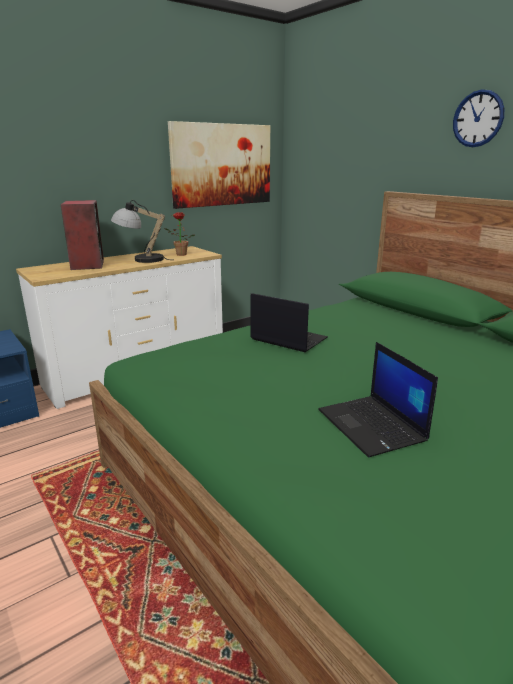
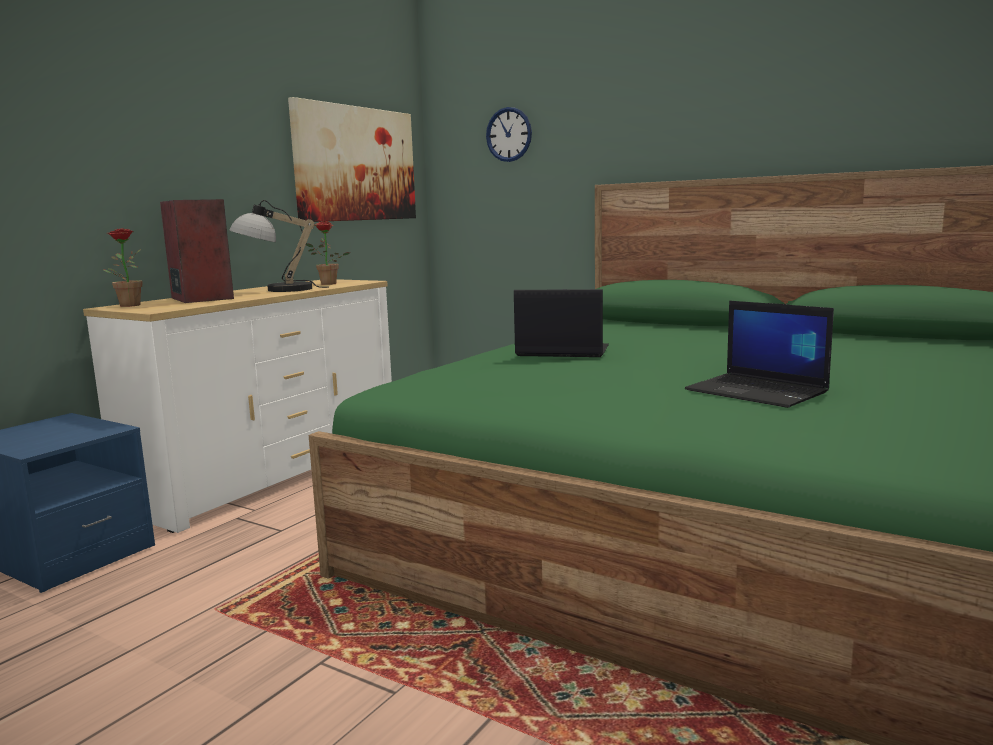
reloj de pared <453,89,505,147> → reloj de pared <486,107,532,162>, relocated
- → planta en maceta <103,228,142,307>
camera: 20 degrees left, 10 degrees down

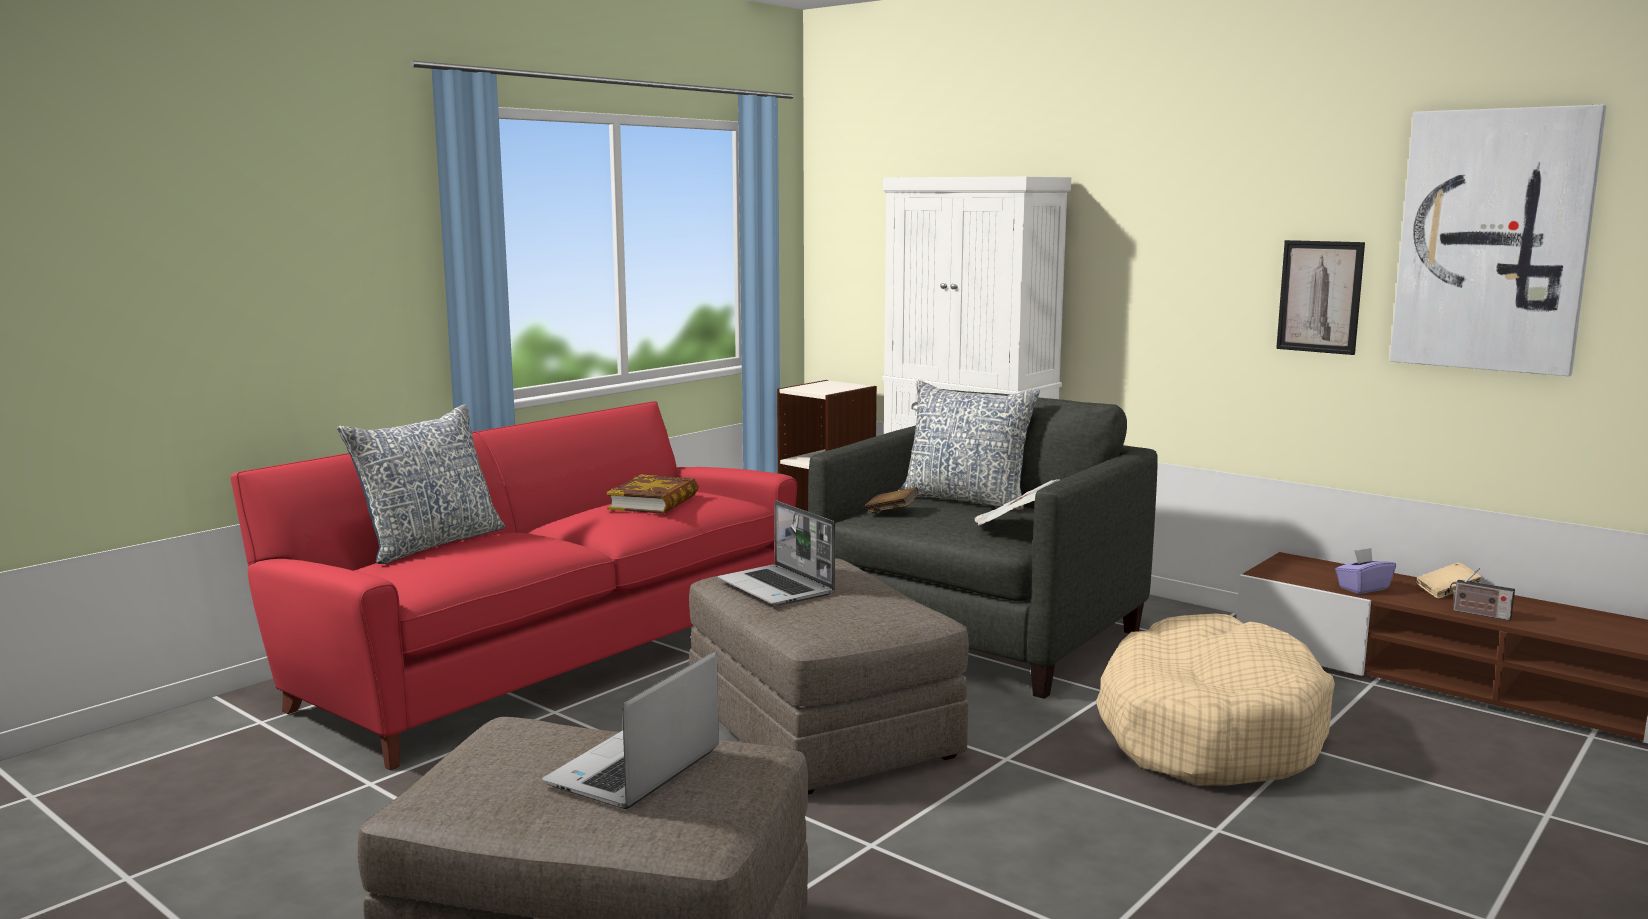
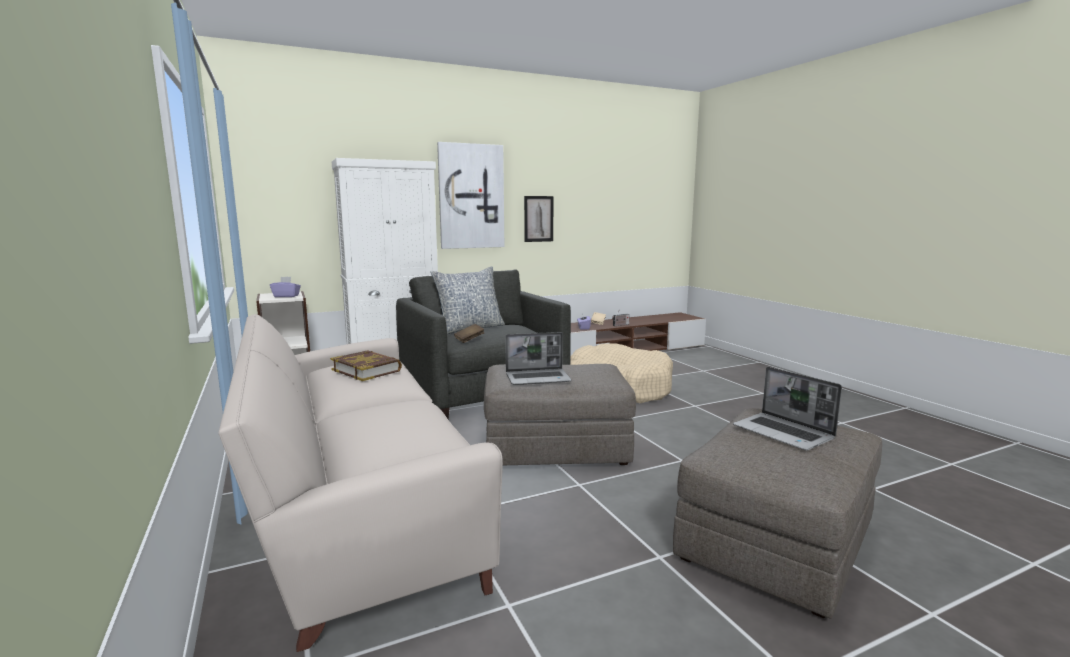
cuadro <1389,104,1606,376> → cuadro <437,142,504,249>, relocated
sofá (rojo) <230,401,797,770> → sofá (beis) <219,314,503,652>
cojín <337,404,505,564> → -
periódico <974,479,1059,525> → -
- → caja de pañuelos (morado) <270,277,301,297>
camera: 65 degrees left, 0 degrees up

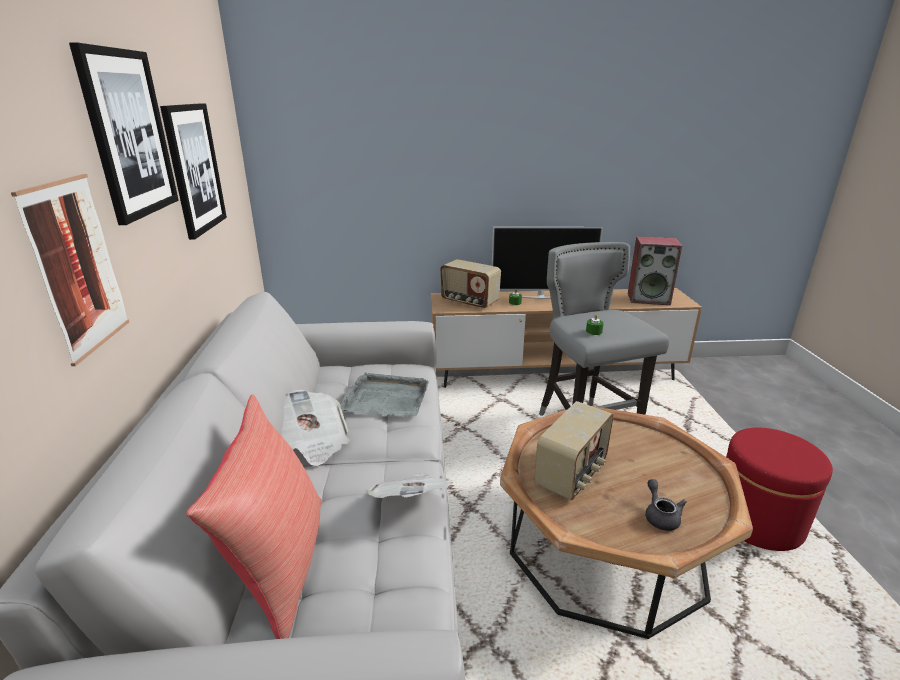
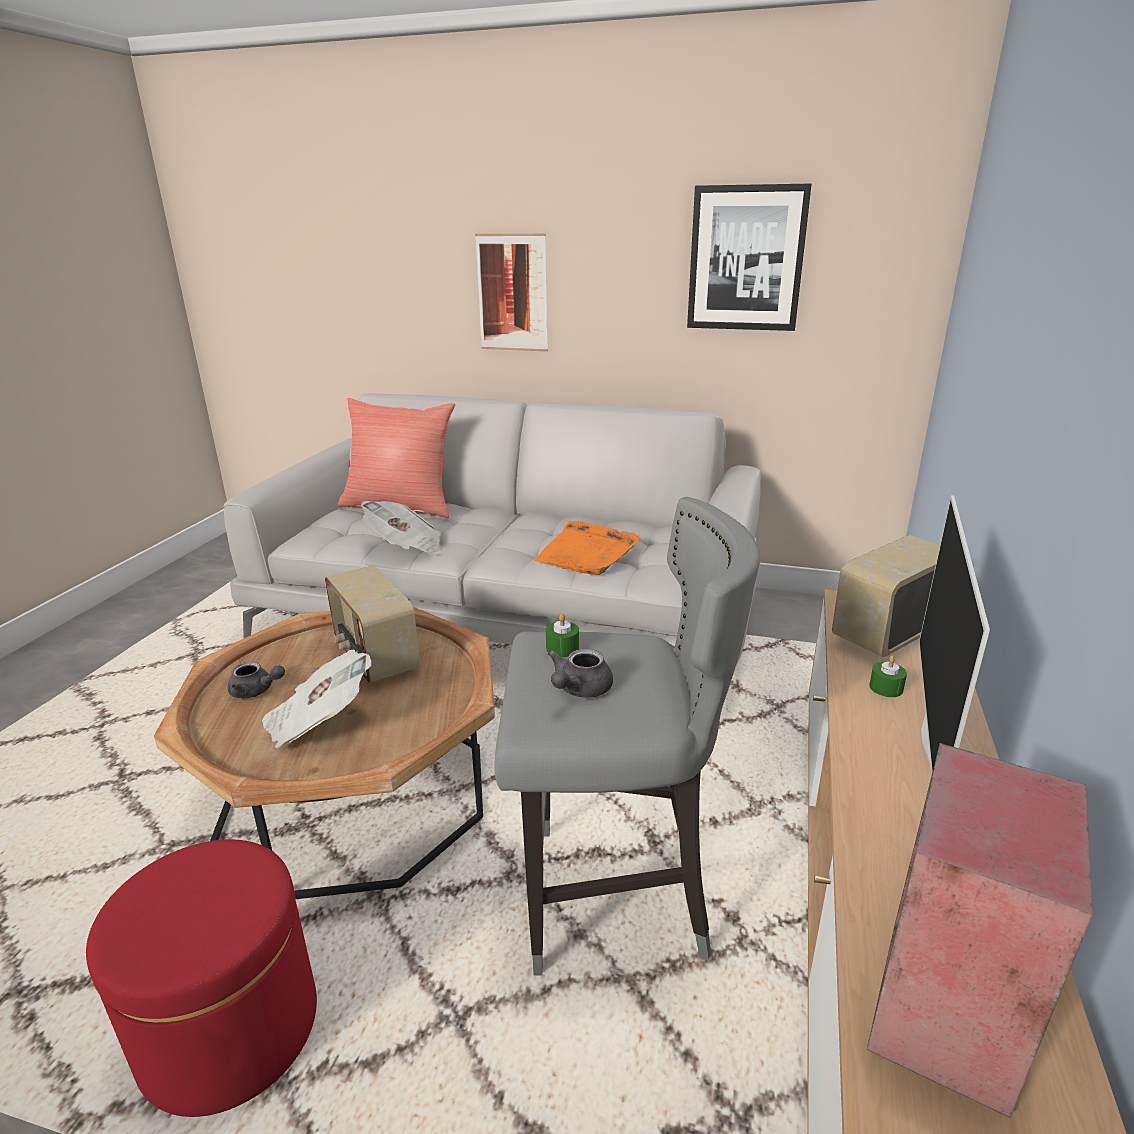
cuadro <69,43,179,225> → -
bandeja (gris) <340,372,429,417> → bandeja (naranja) <534,521,641,575>
periódico <281,389,350,466> → periódico <262,649,372,748>, relocated
- → tetera (gris) <548,649,613,698>
camera: 110 degrees right, 0 degrees up

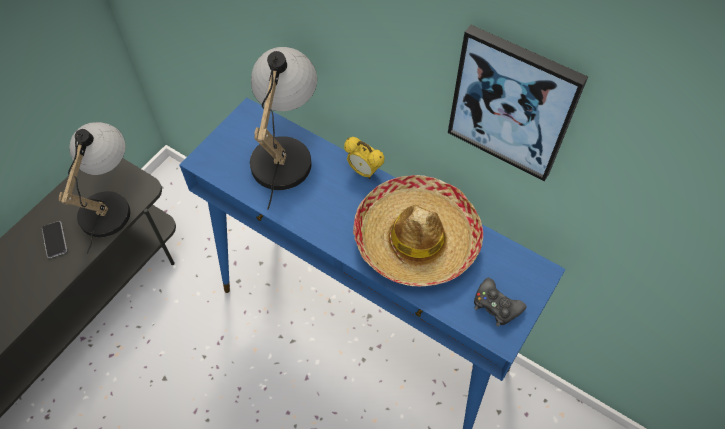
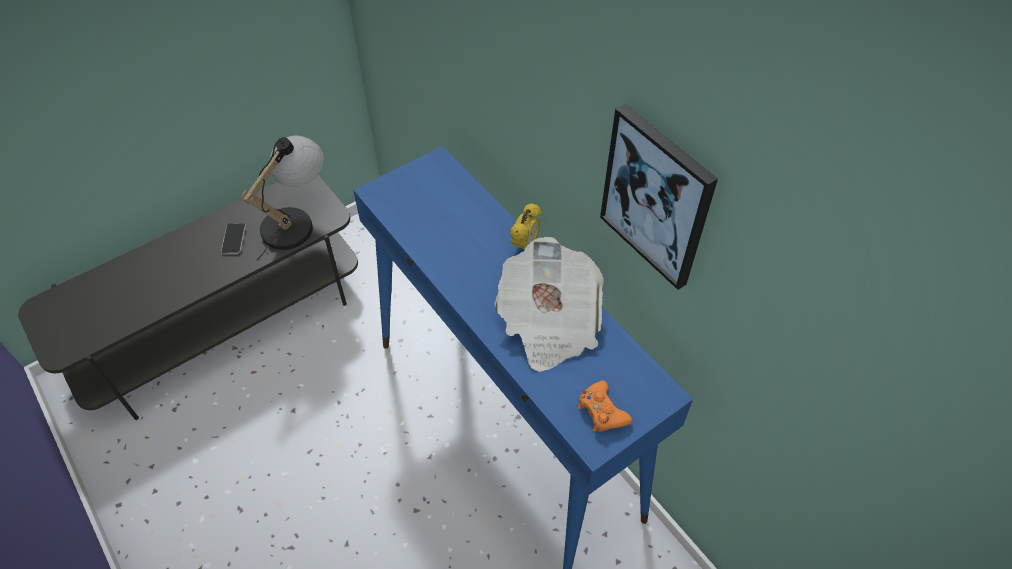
lámpara de mesa <250,47,317,210> → -
despertador <344,137,385,179> → despertador <510,203,541,250>, 120 degrees counterclockwise
sombrero <353,175,483,286> → periódico <494,237,604,372>
mando de consola (negro) <474,278,526,327> → mando de consola (naranja) <577,380,632,432>
camera: 20 degrees right, 5 degrees down

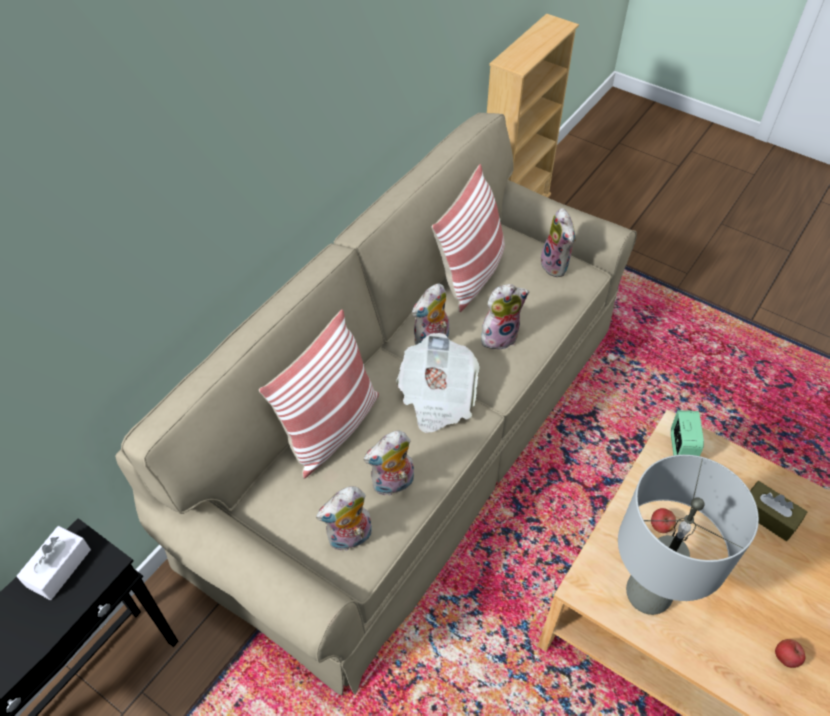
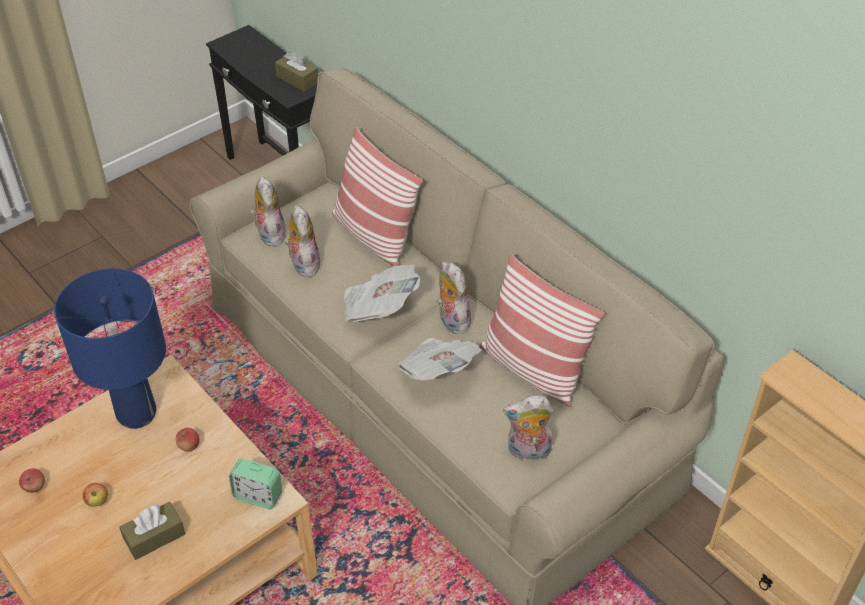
peluche <481,284,529,351> → periódico <396,338,482,380>
lámpara de mesa (gris) <618,455,759,615> → lámpara de mesa (azul) <54,268,166,429>
caja de pañuelos (blanco) <17,526,91,600> → caja de pañuelos (marrón) <275,51,318,92>
- → manzana <83,483,108,507>
camera: 105 degrees right, 5 degrees down

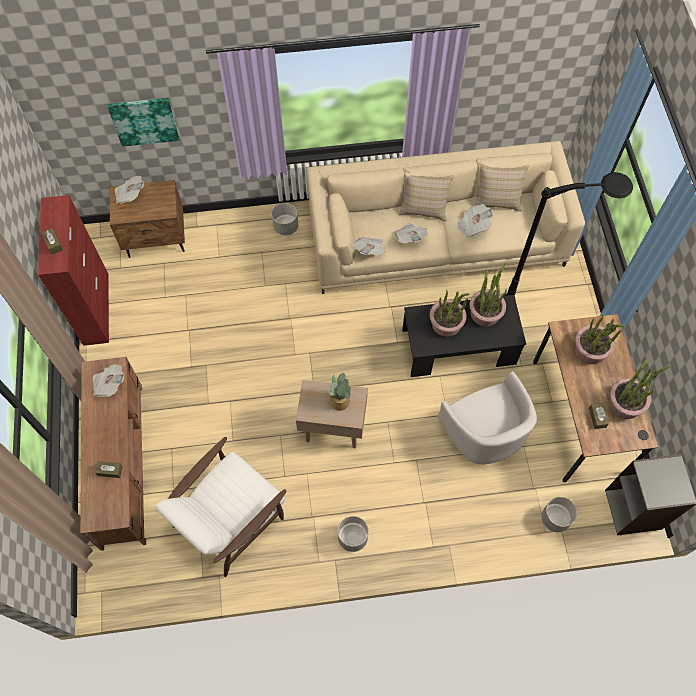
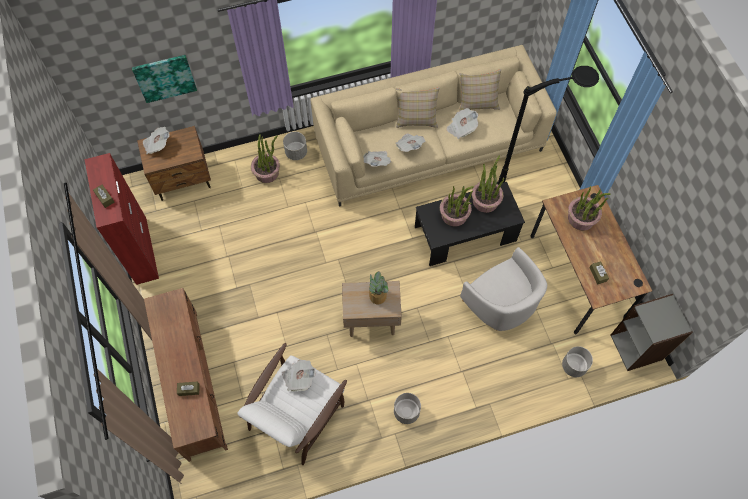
planta en maceta <609,359,672,419> → planta en maceta <251,134,280,183>, relocated
periódico <93,364,124,397> → periódico <282,360,316,392>, relocated
camera: 10 degrees left, 0 degrees up

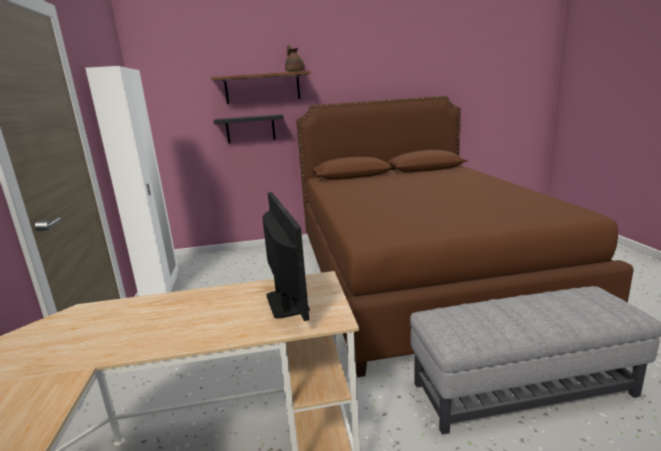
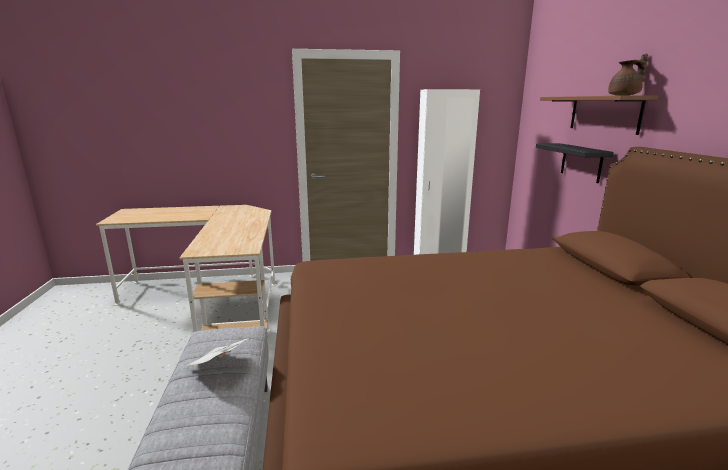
monitor <262,192,310,321> → -
- → periódico <187,338,249,366>
camera: 90 degrees right, 0 degrees up

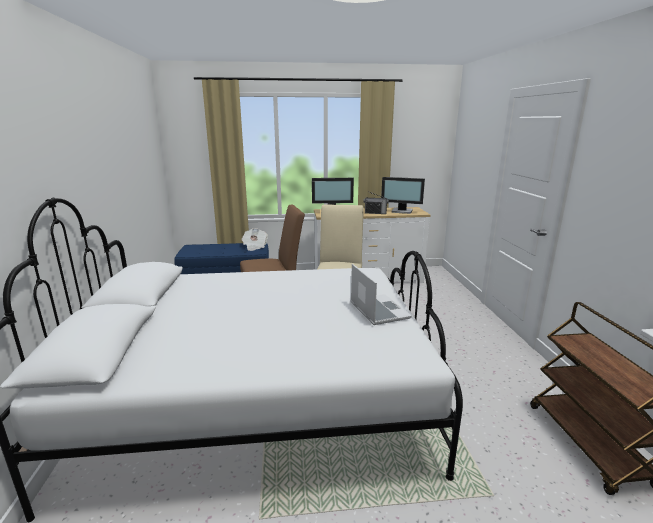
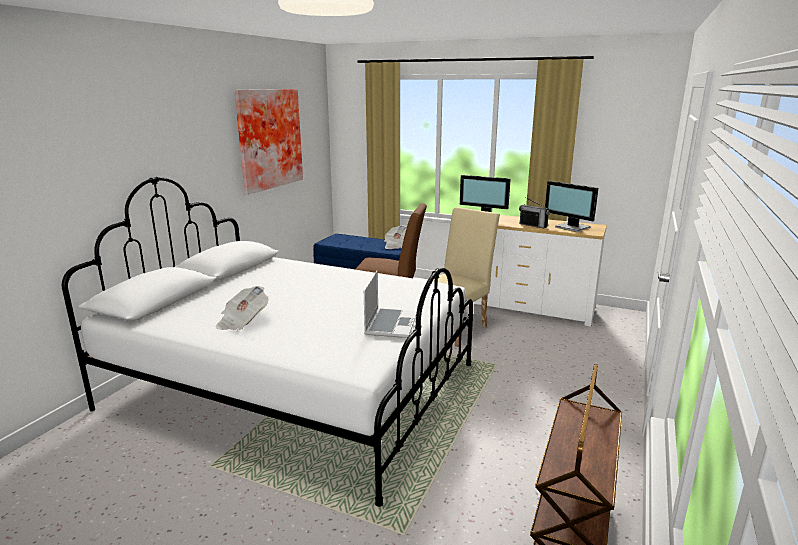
- → cuadro <235,89,303,195>
- → periódico <216,286,269,330>
camera: 30 degrees right, 0 degrees up

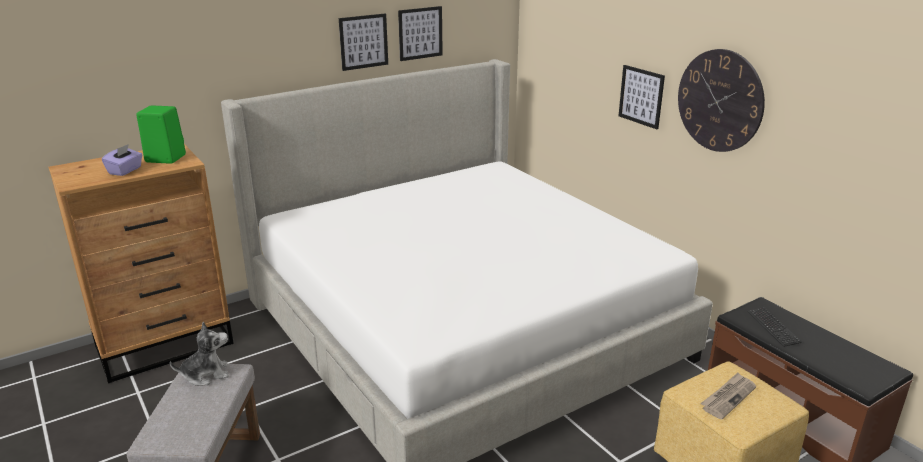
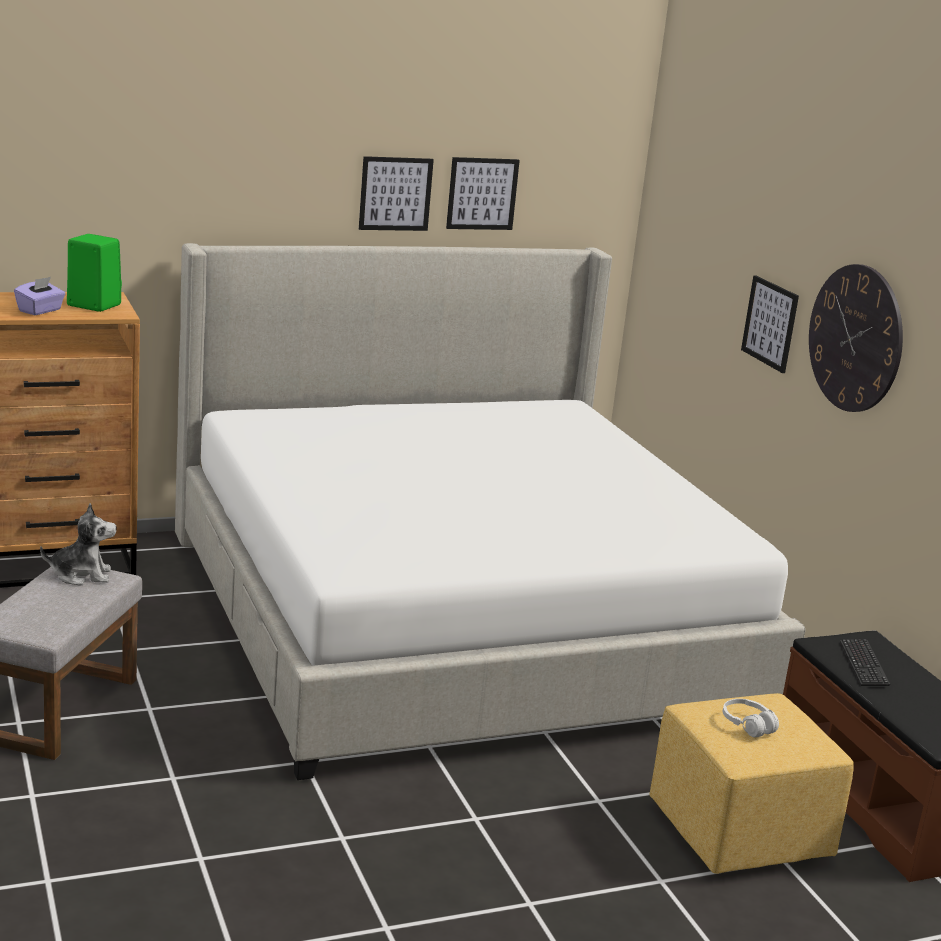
periódico <700,372,756,419> → auriculares (blanco) <723,699,779,738>
camera: 10 degrees right, 5 degrees down

